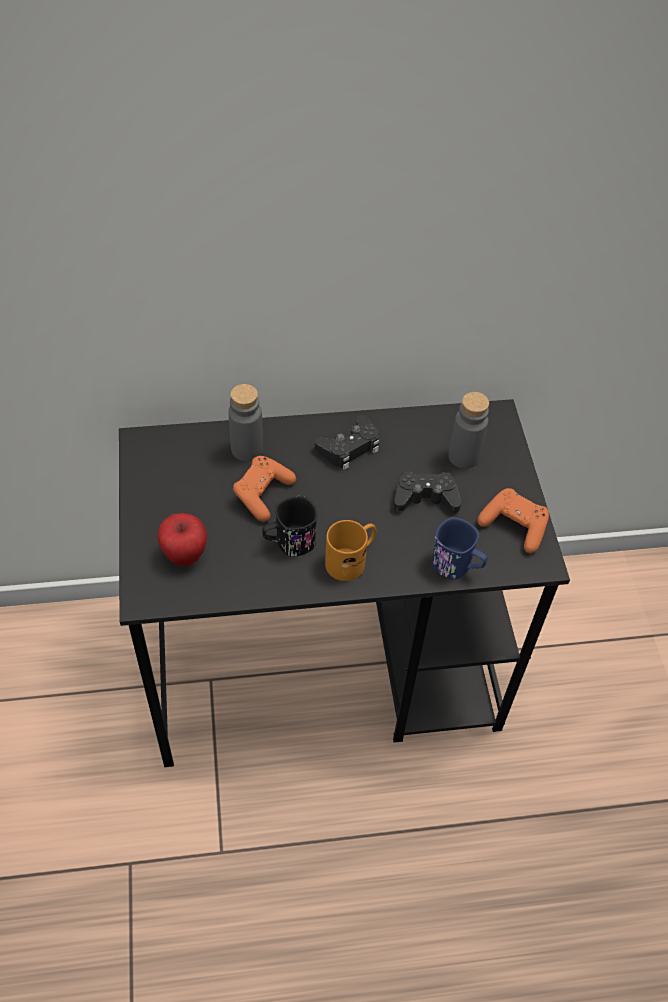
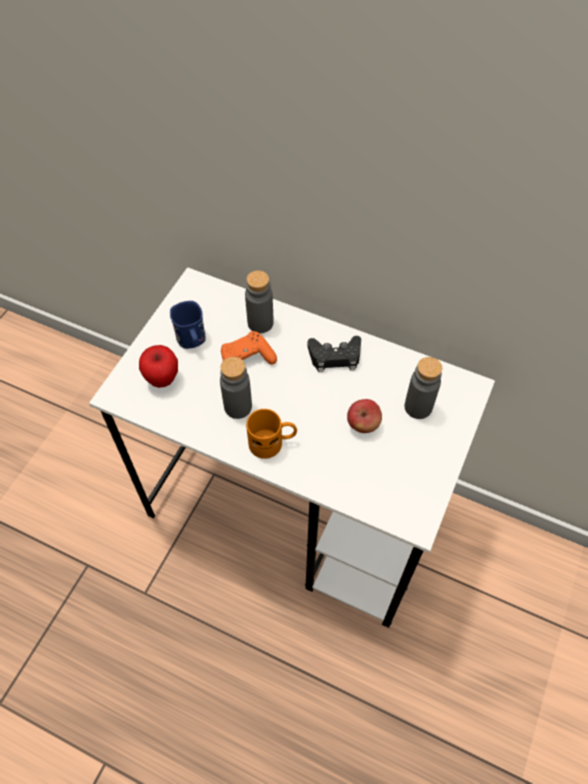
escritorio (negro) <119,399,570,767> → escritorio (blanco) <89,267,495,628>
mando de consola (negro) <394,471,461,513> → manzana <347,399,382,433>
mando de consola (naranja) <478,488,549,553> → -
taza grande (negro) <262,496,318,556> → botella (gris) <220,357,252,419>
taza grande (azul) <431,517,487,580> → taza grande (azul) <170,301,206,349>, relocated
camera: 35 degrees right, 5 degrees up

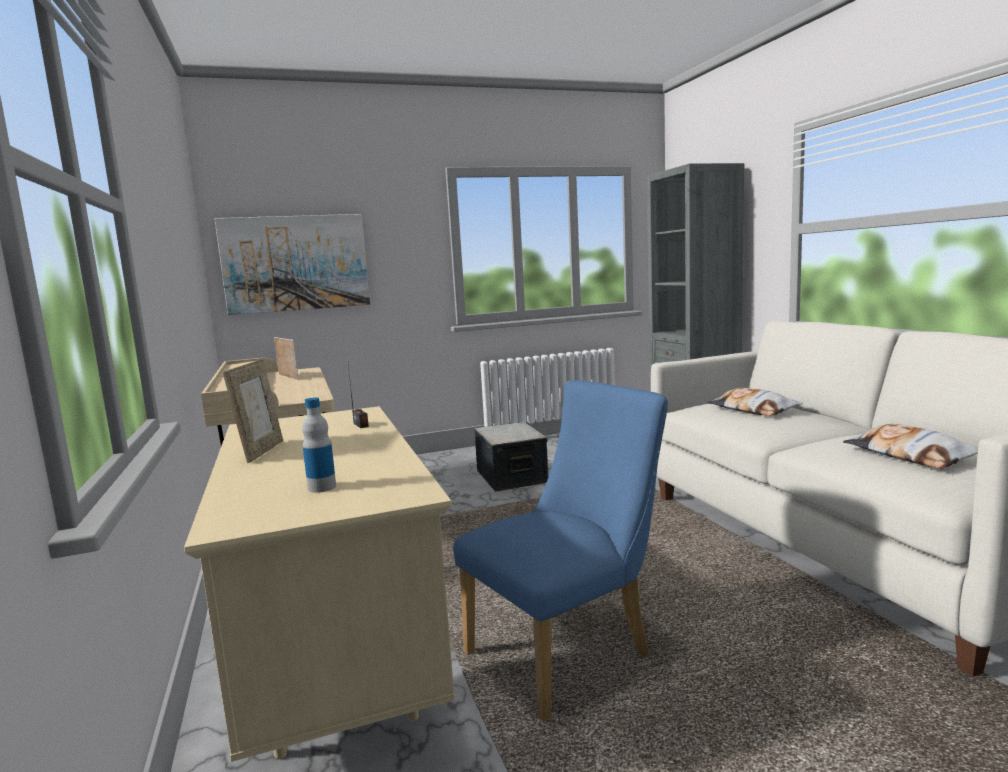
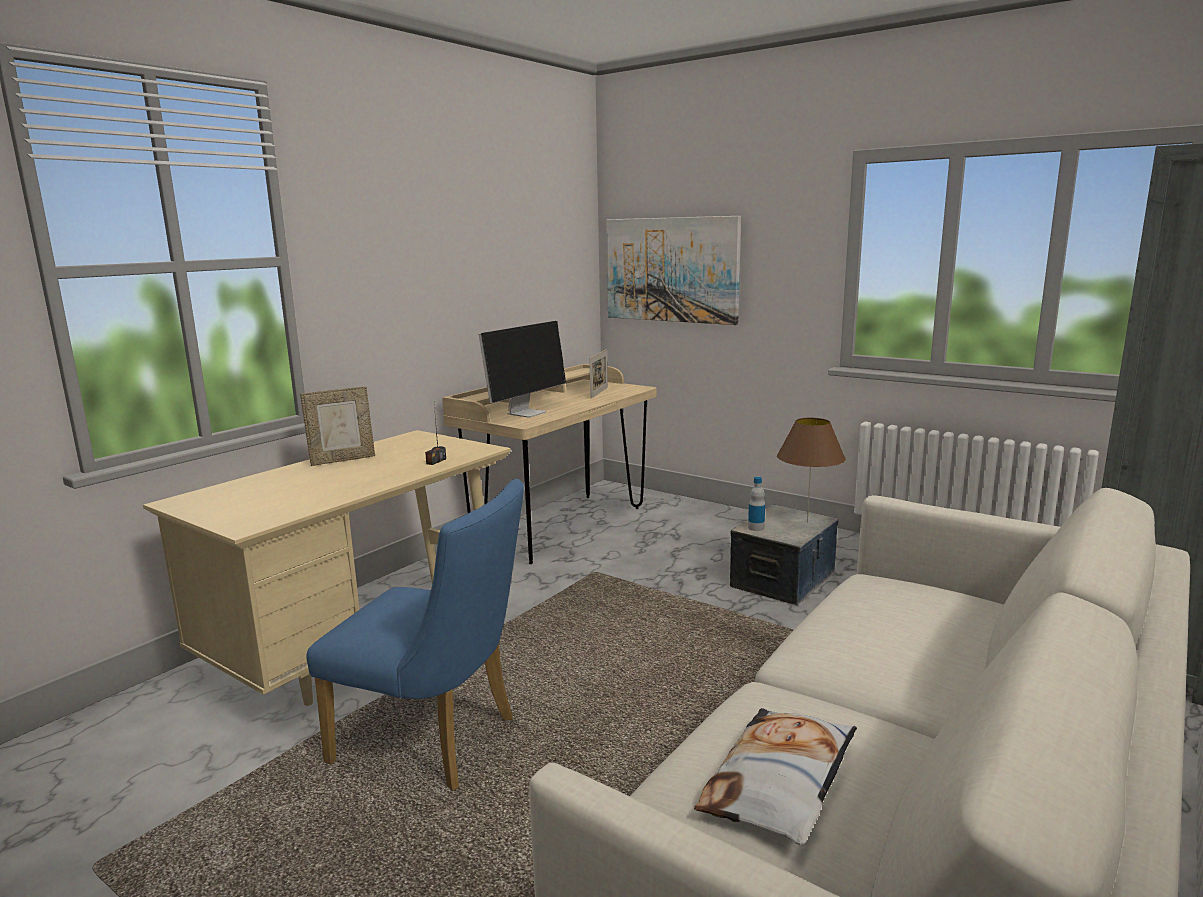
cojín <707,388,802,416> → -
botella <302,397,336,493> → botella <748,477,765,531>, relocated
- → monitor <479,321,566,418>
- → lámpara de mesa (marrón) <777,418,846,523>
camera: 55 degrees right, 5 degrees up

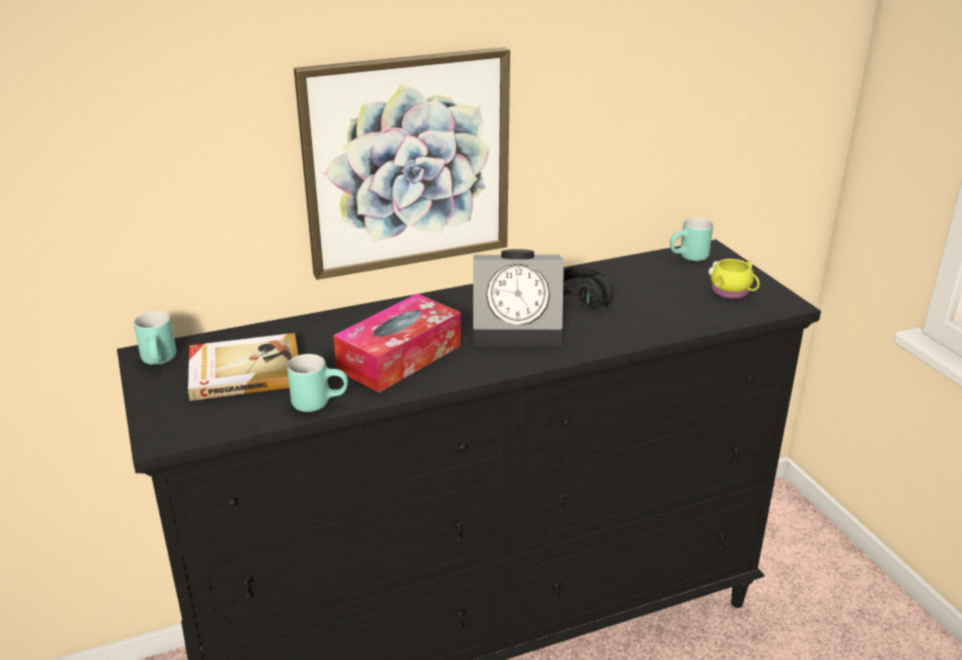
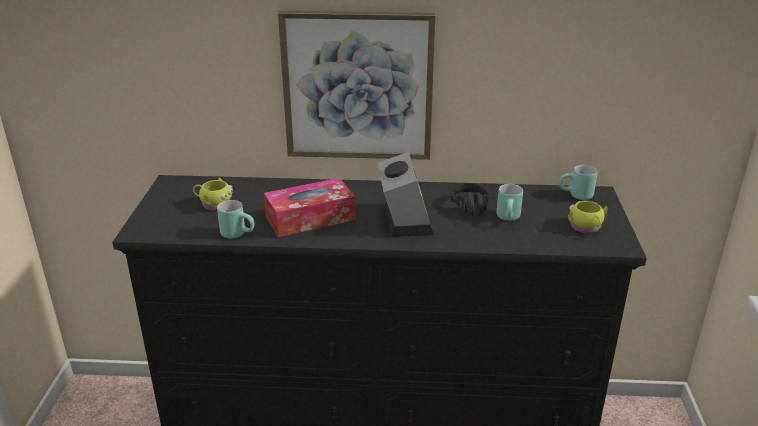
despertador <473,249,564,347> → despertador <378,152,433,237>, 120 degrees counterclockwise
taza grande (turquesa) <134,311,176,365> → taza grande (turquesa) <497,184,523,221>, relocated
libro <188,333,298,401> → taza grande (amarillo) <193,178,233,211>
camera: 25 degrees right, 0 degrees up

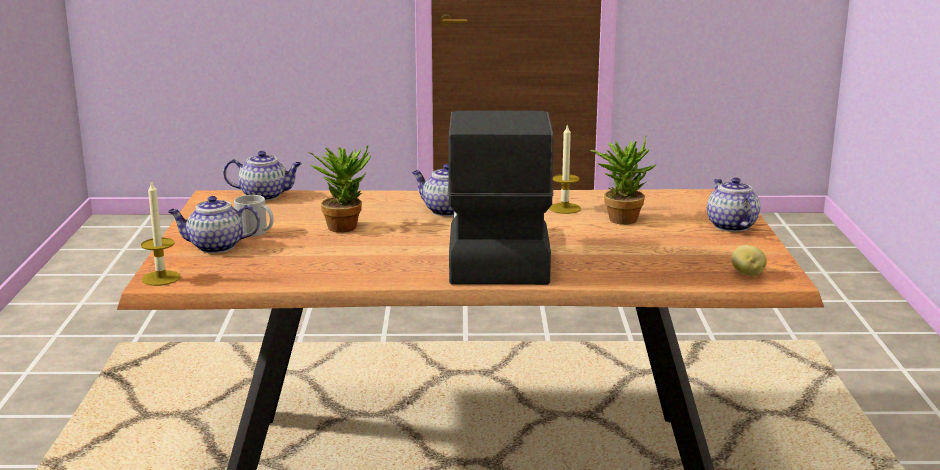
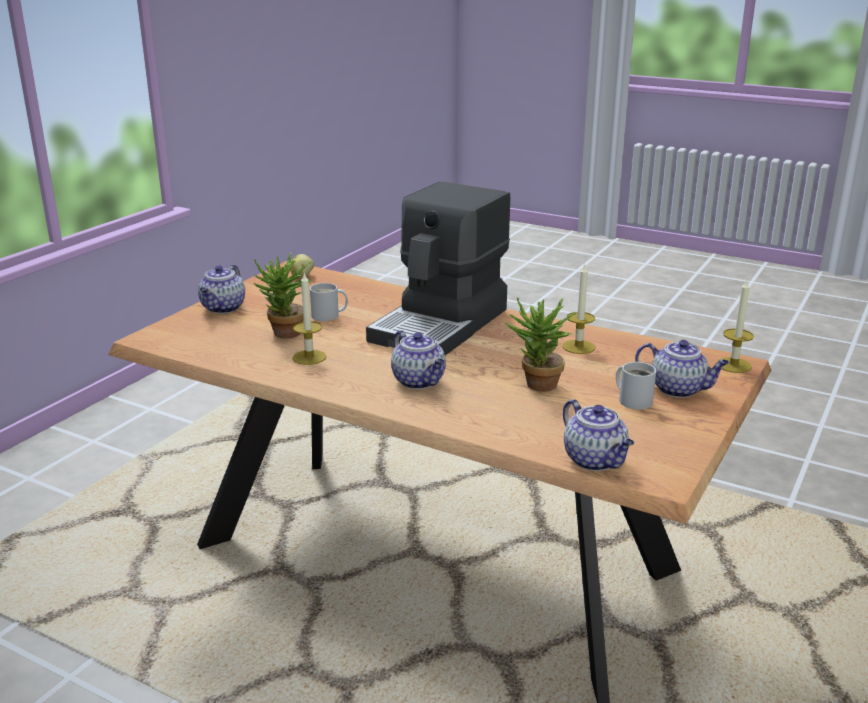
tetera <223,151,302,201> → tetera <563,399,634,471>, 150 degrees counterclockwise
- → vela <562,265,595,354>
- → taza grande (blanco) <310,283,348,321>
camera: 150 degrees left, 5 degrees up

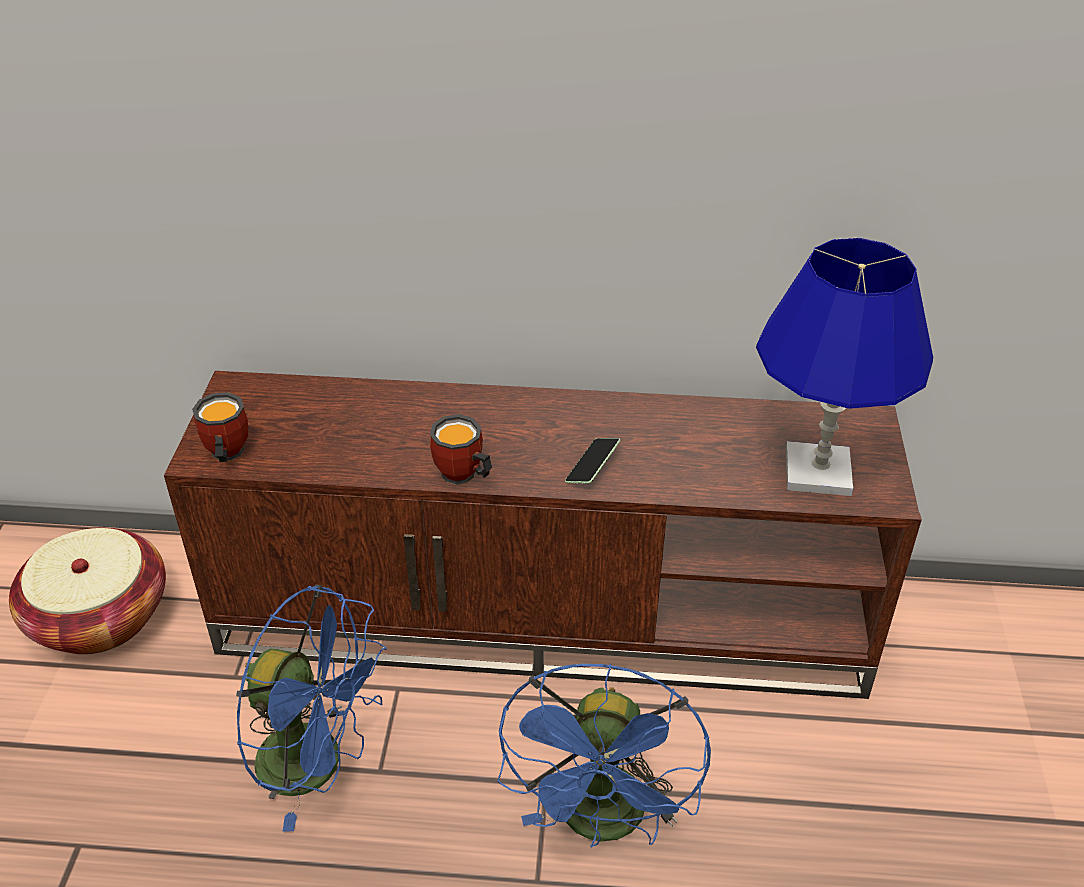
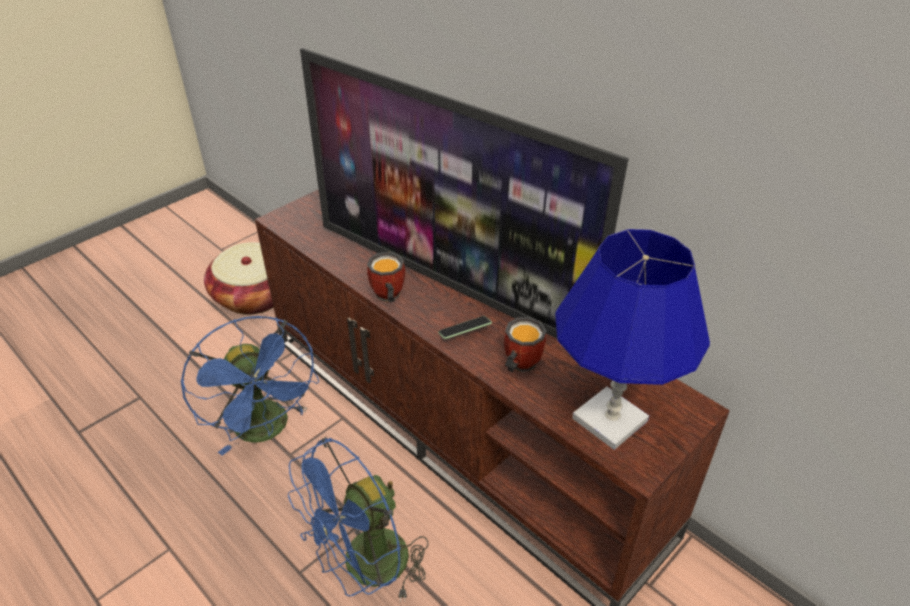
taza grande <192,392,248,462> → taza grande <504,317,547,373>, relocated
- → televisor <300,48,629,338>
camera: 40 degrees right, 0 degrees up

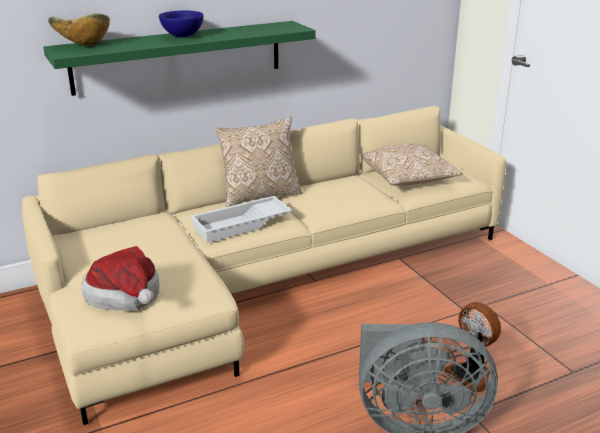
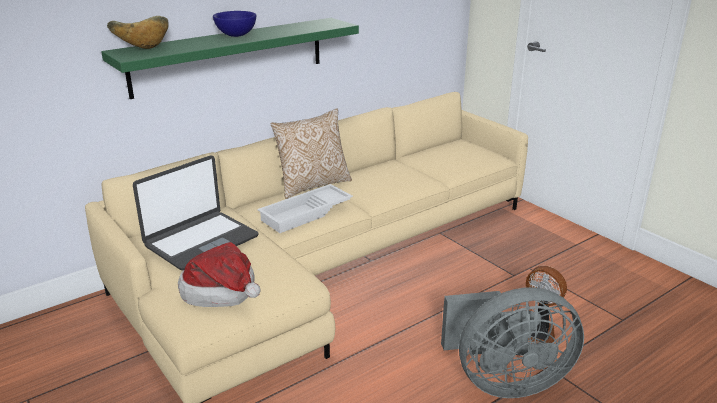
cojín <361,144,463,185> → -
- → portátil <133,156,259,270>
camera: 10 degrees left, 0 degrees up

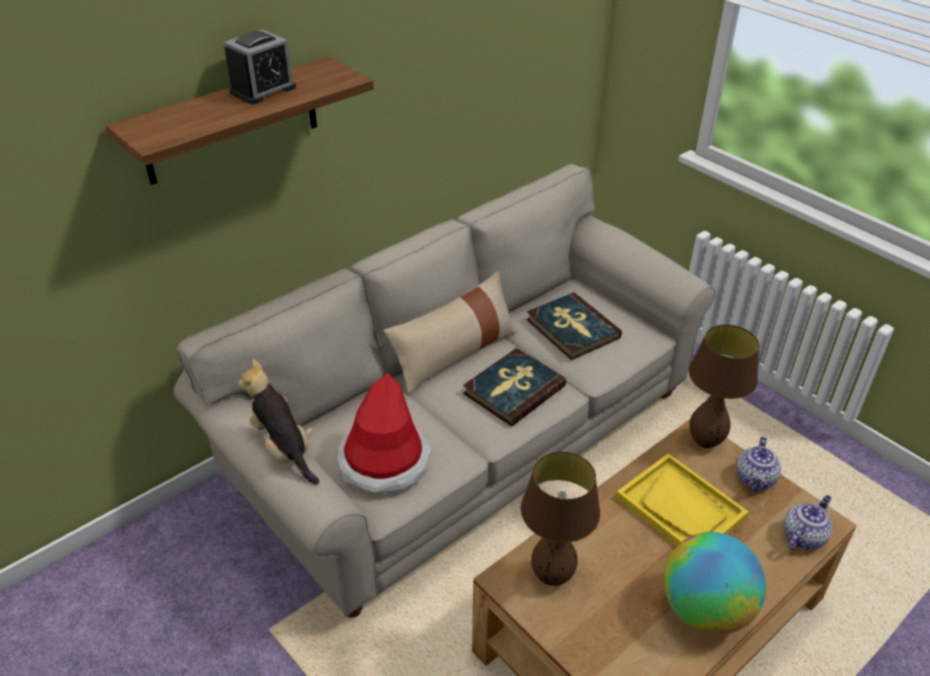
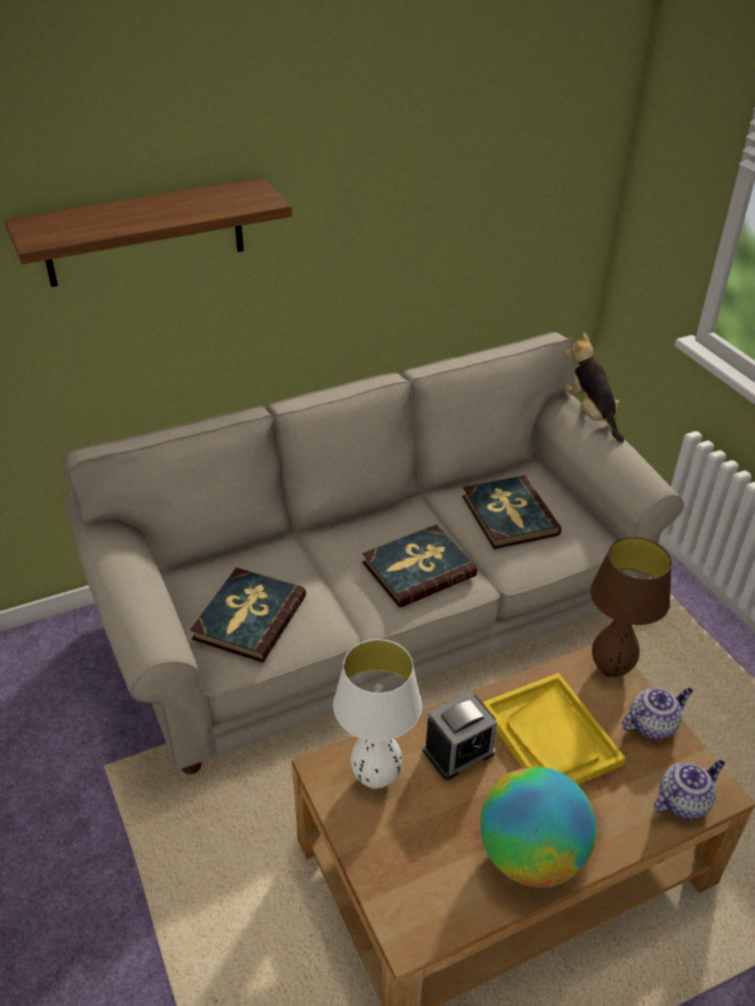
despertador <224,29,296,104> → despertador <423,691,497,780>, relocated
cojín (beis) <384,272,517,394> → -
peluche <239,359,319,485> → peluche <564,333,624,443>, relocated
sombrero <337,373,432,493> → libro <190,567,306,662>
tetera <736,436,781,492> → tetera <622,688,693,739>, 150 degrees counterclockwise
lámpara de mesa (marrón) <521,452,600,586> → lámpara de mesa (blanco) <333,639,422,789>
camera: 15 degrees right, 0 degrees up

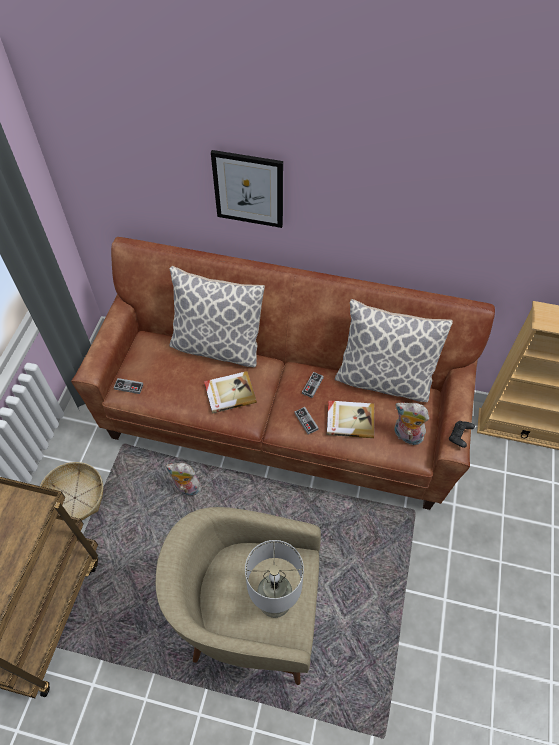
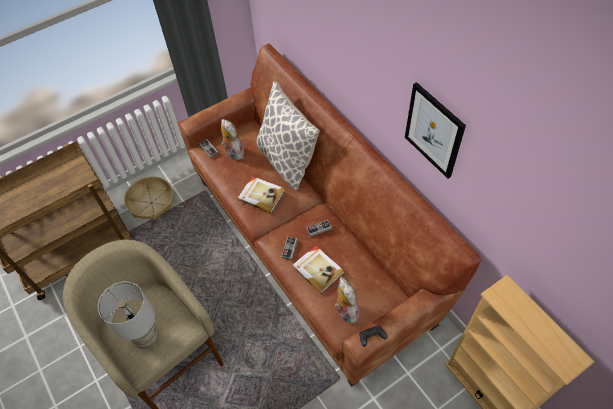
cuadro <211,150,283,228> → cuadro <405,82,466,179>, relocated
cojín <335,299,453,402> → -
peluche <166,463,202,496> → peluche <221,119,244,160>, relocated
camera: 45 degrees right, 0 degrees up

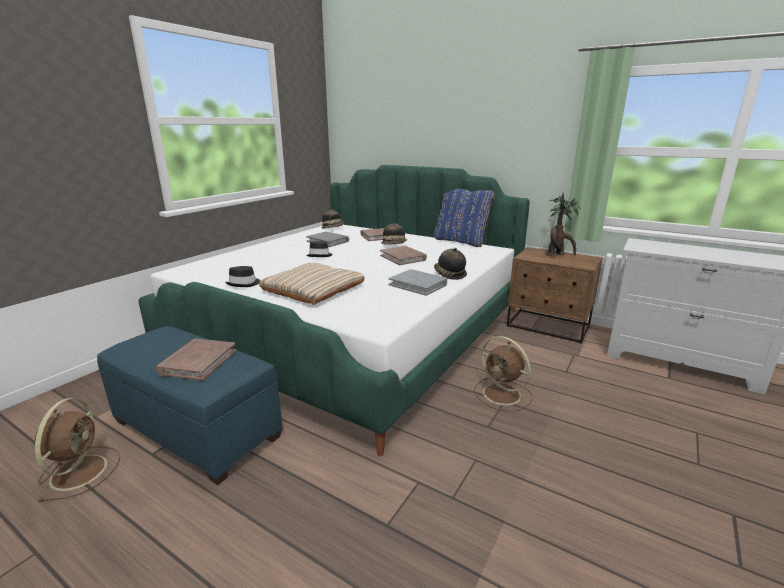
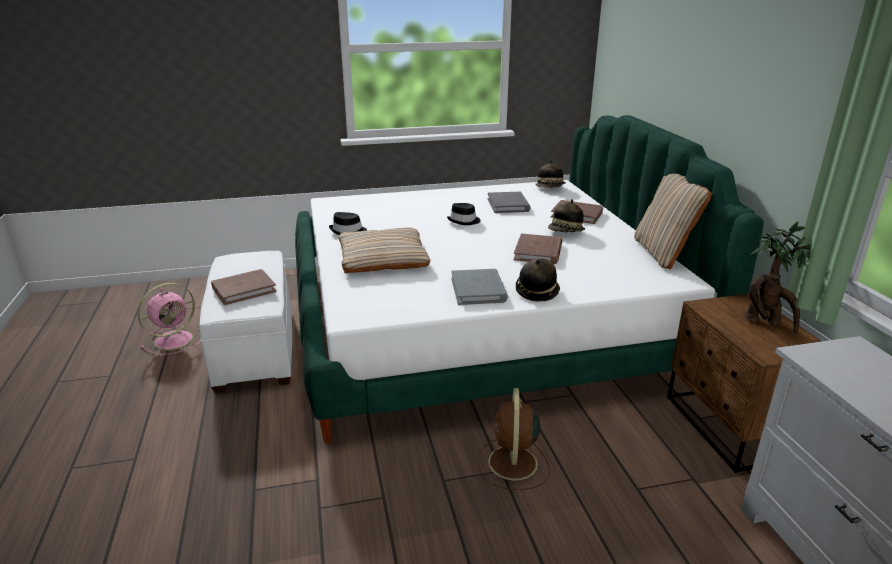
cojín (azul) <434,189,494,247> → cojín (beis) <634,173,712,270>
puf (azul) <97,326,282,485> → puf (blanco) <199,251,292,394>
ventilador (marrón) <35,398,120,502> → ventilador (rosa) <138,283,201,355>
camera: 45 degrees right, 5 degrees up

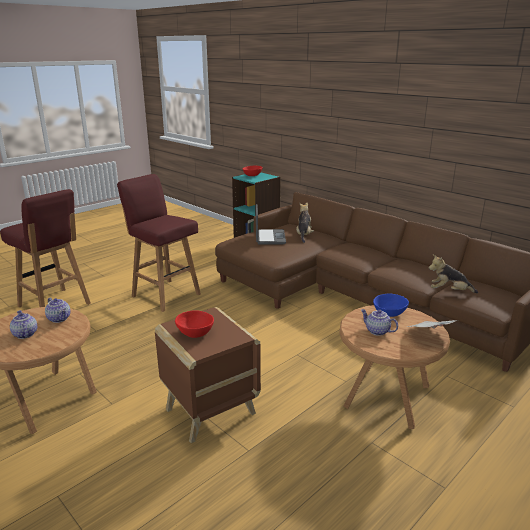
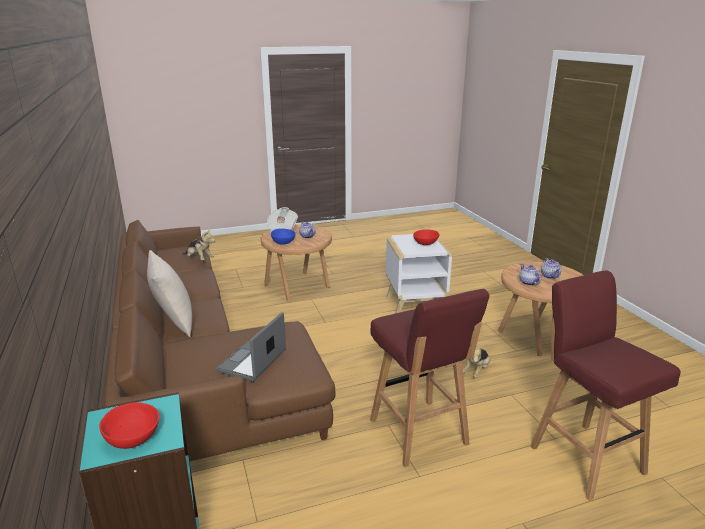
peluche <296,203,314,243> → peluche <463,346,490,378>, relocated
mesa auxiliar (marrón) <155,307,261,443> → mesa auxiliar (blanco) <386,234,452,314>
- → cojín (beis) <147,250,192,337>
camera: 155 degrees left, 0 degrees up

